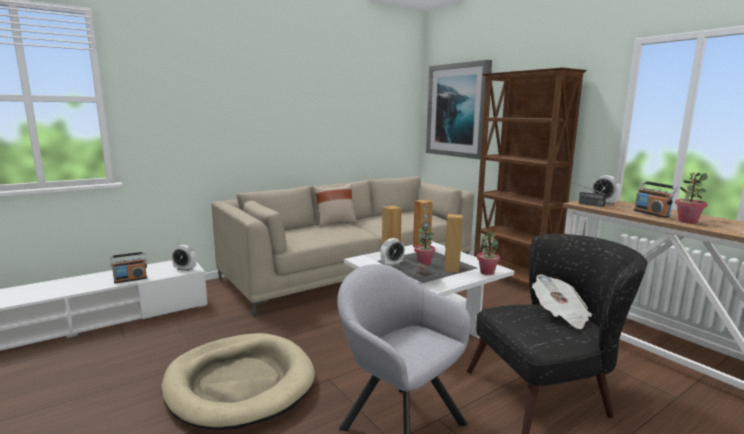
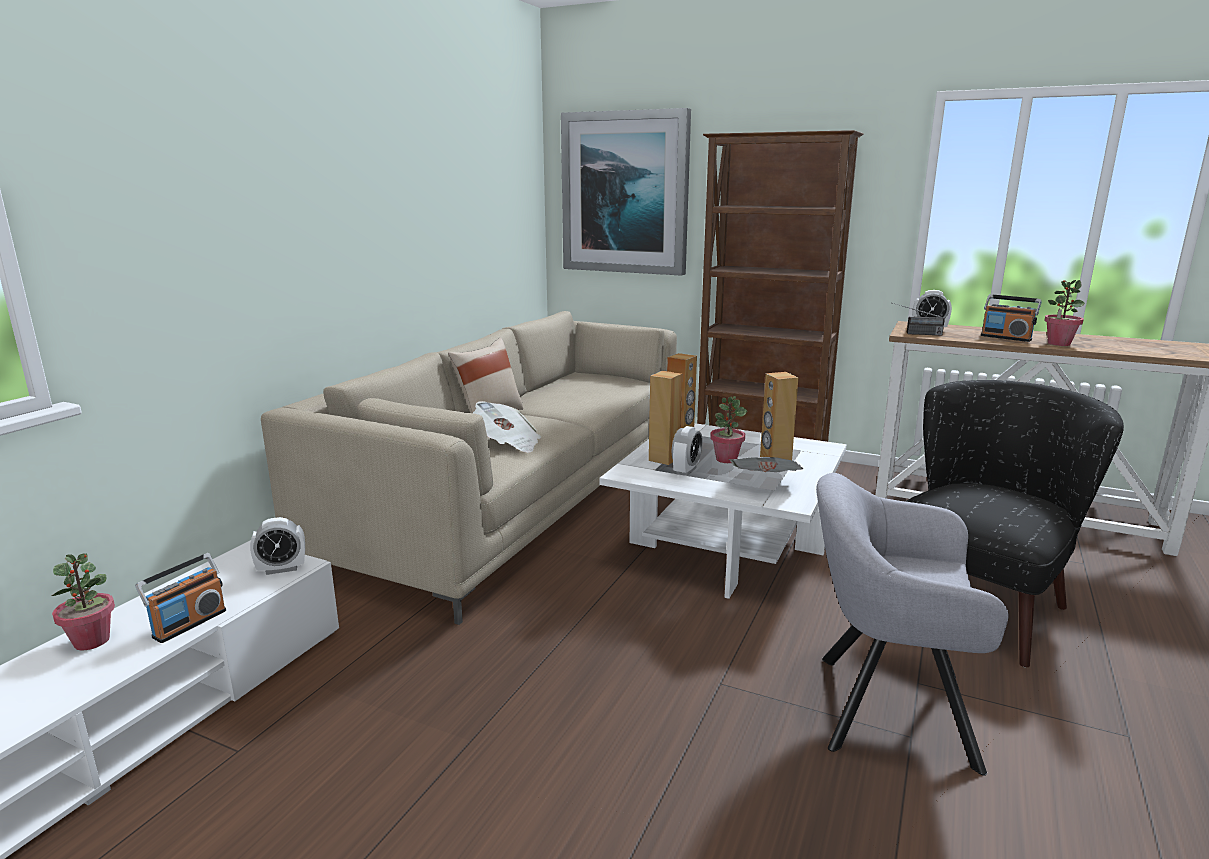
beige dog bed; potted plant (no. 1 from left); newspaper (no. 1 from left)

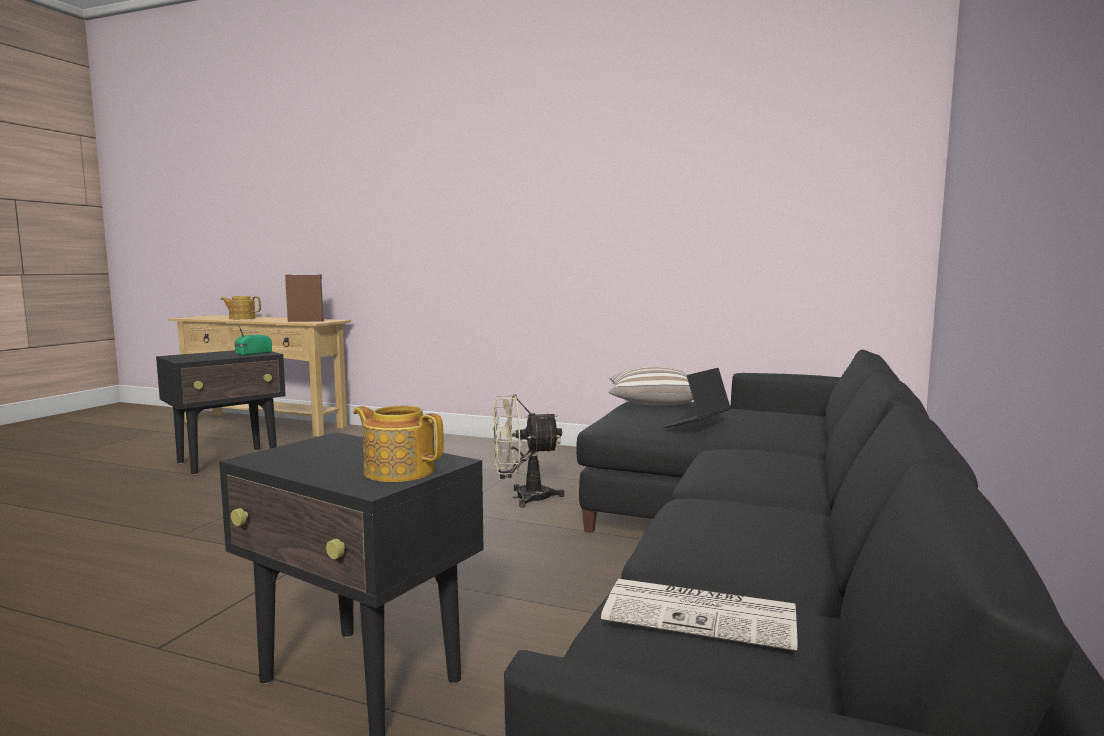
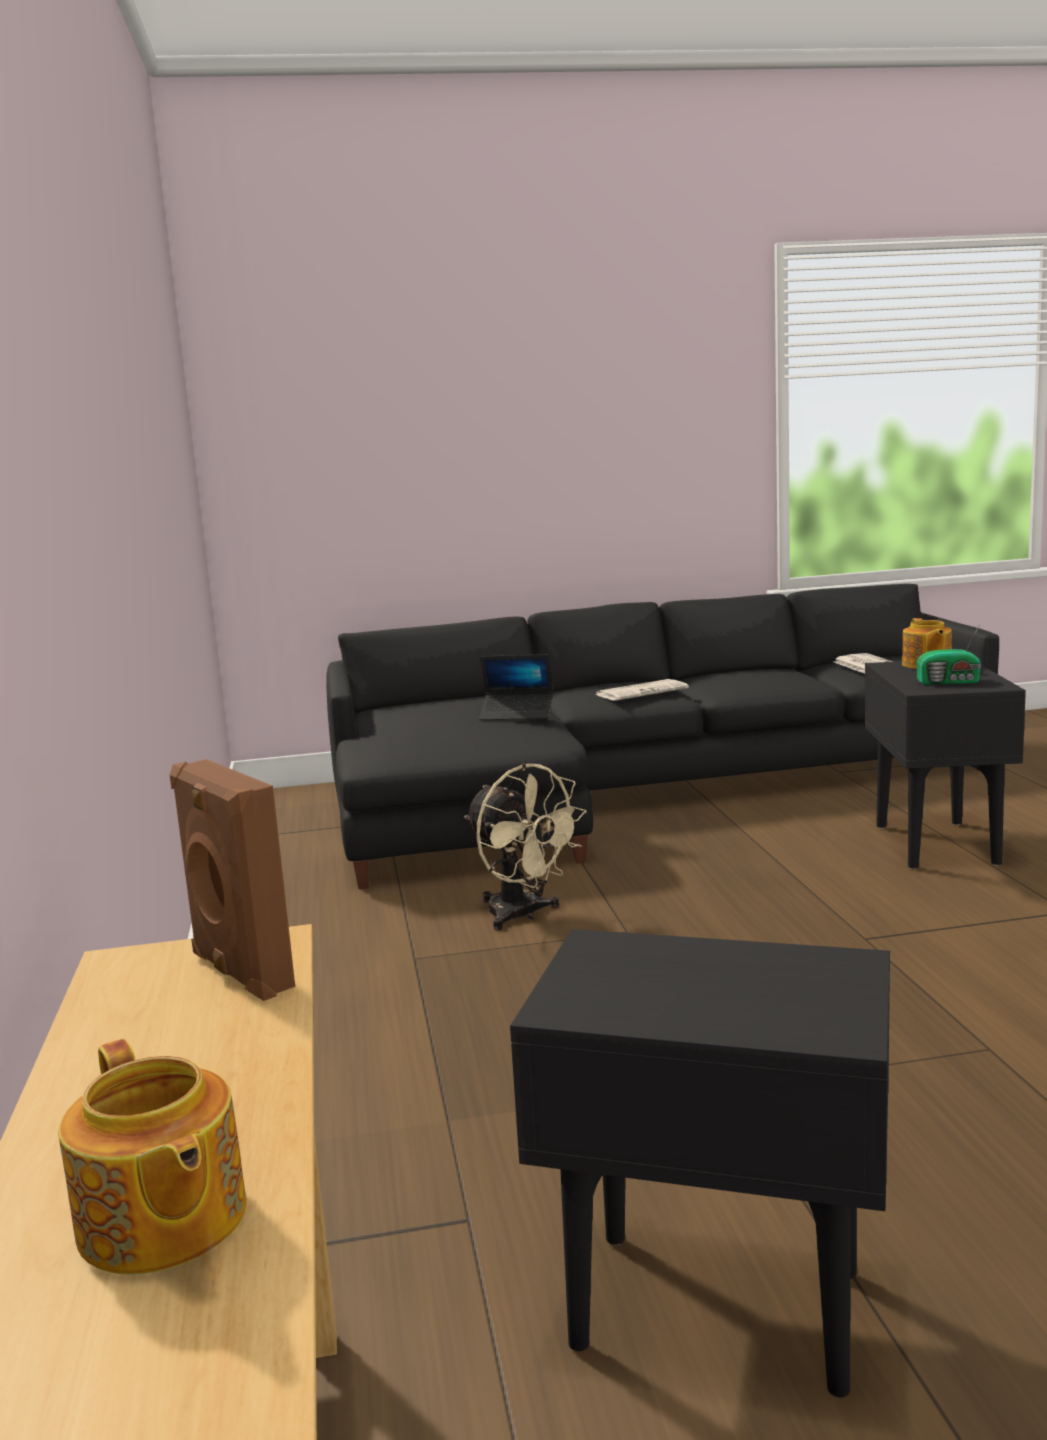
pillow; newspaper (no. 1 from left); radio

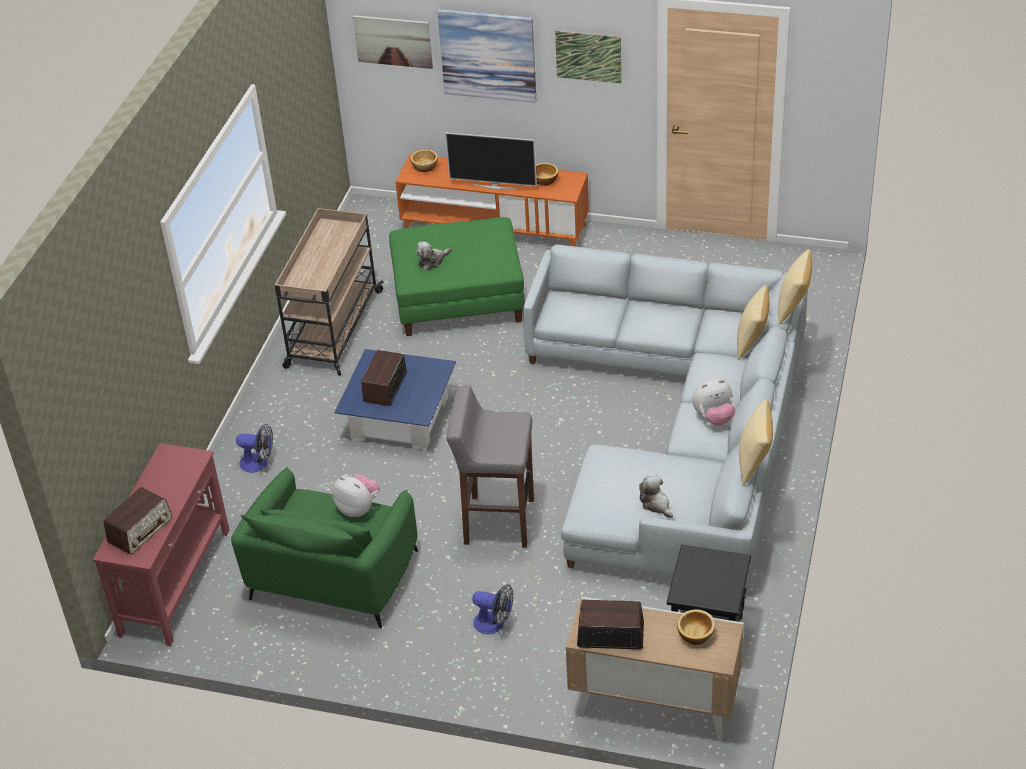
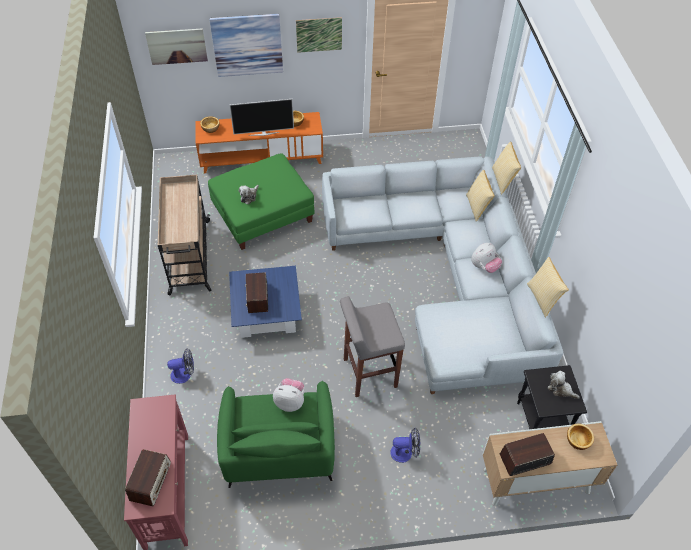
plush toy (no. 4 from left)

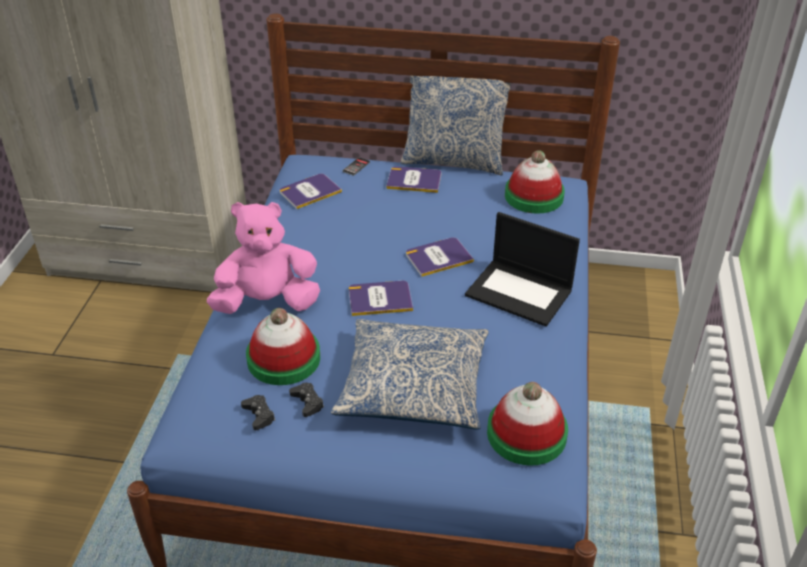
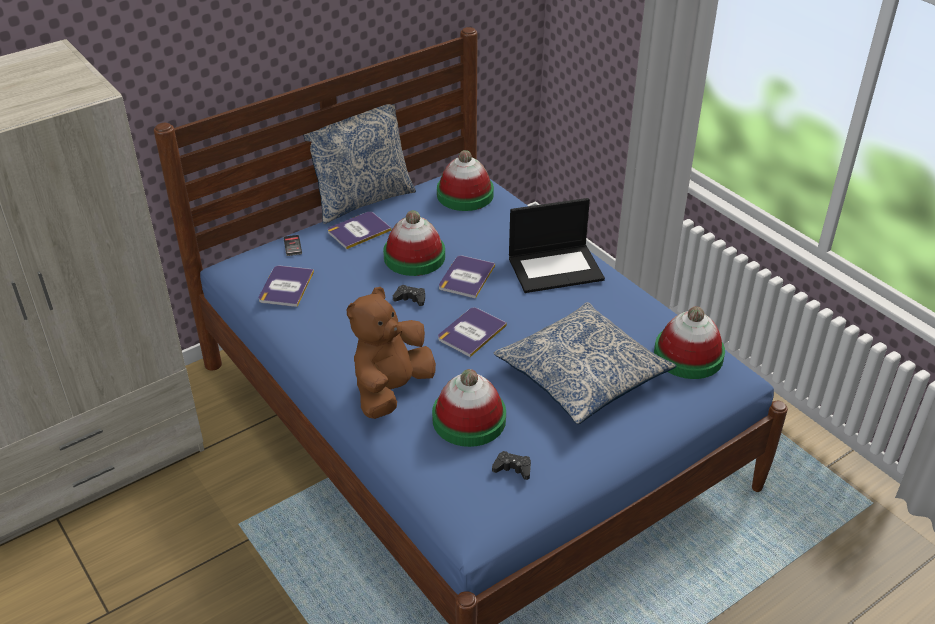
hat (no. 1 from left); black game controller (no. 1 from left); brown plush toy

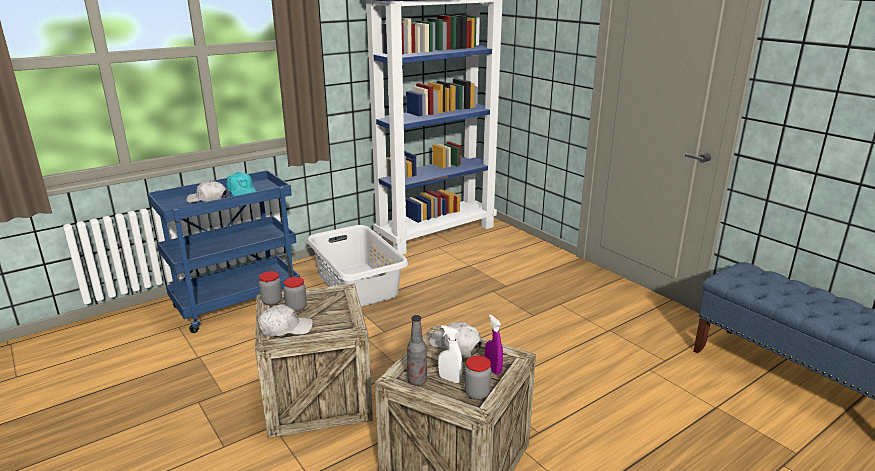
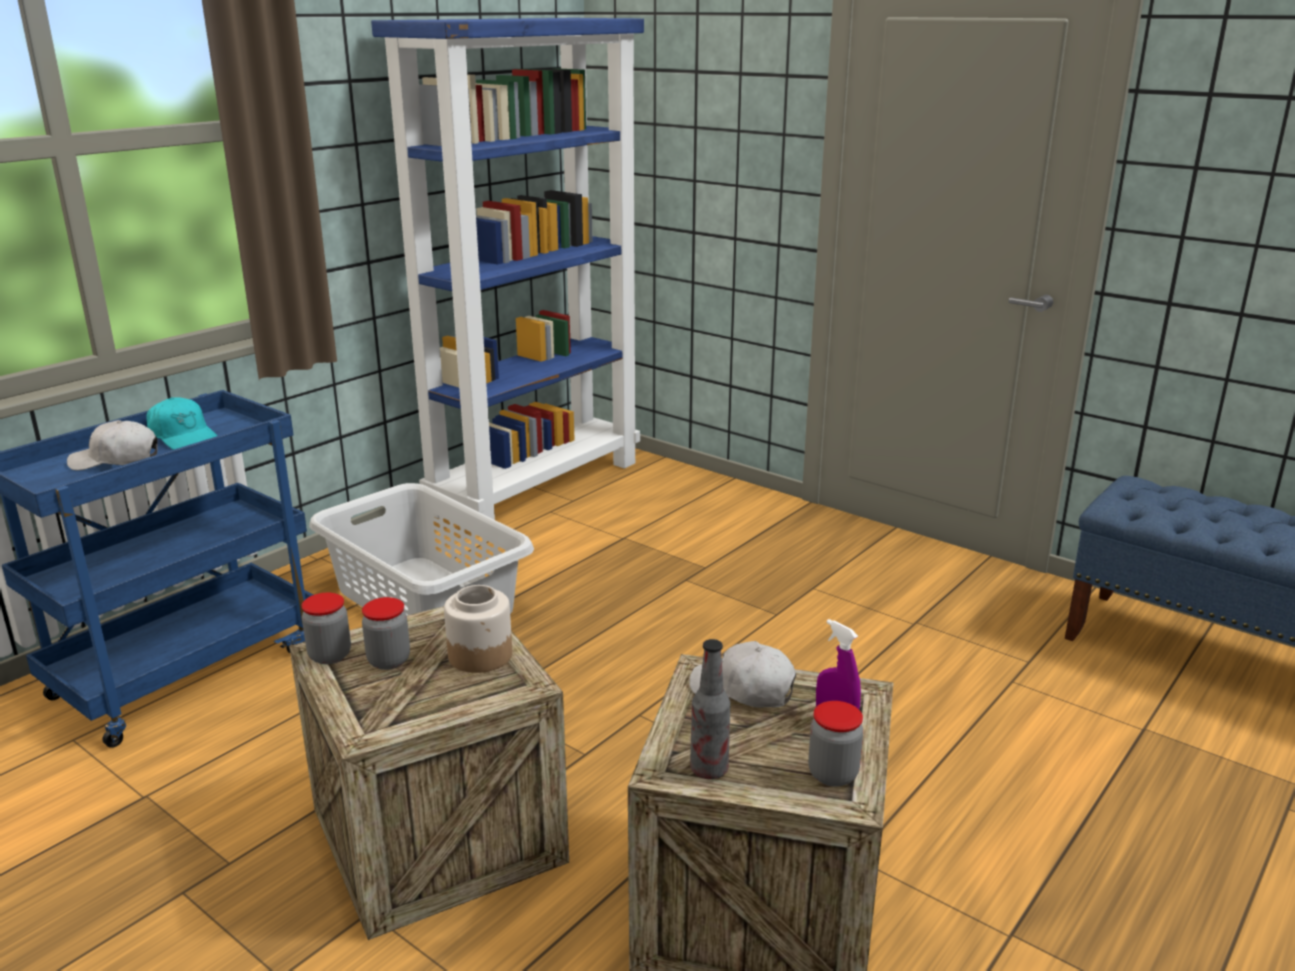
white cap (no. 2 from left in the first image); white spray bottle; jar (no. 3 from left)

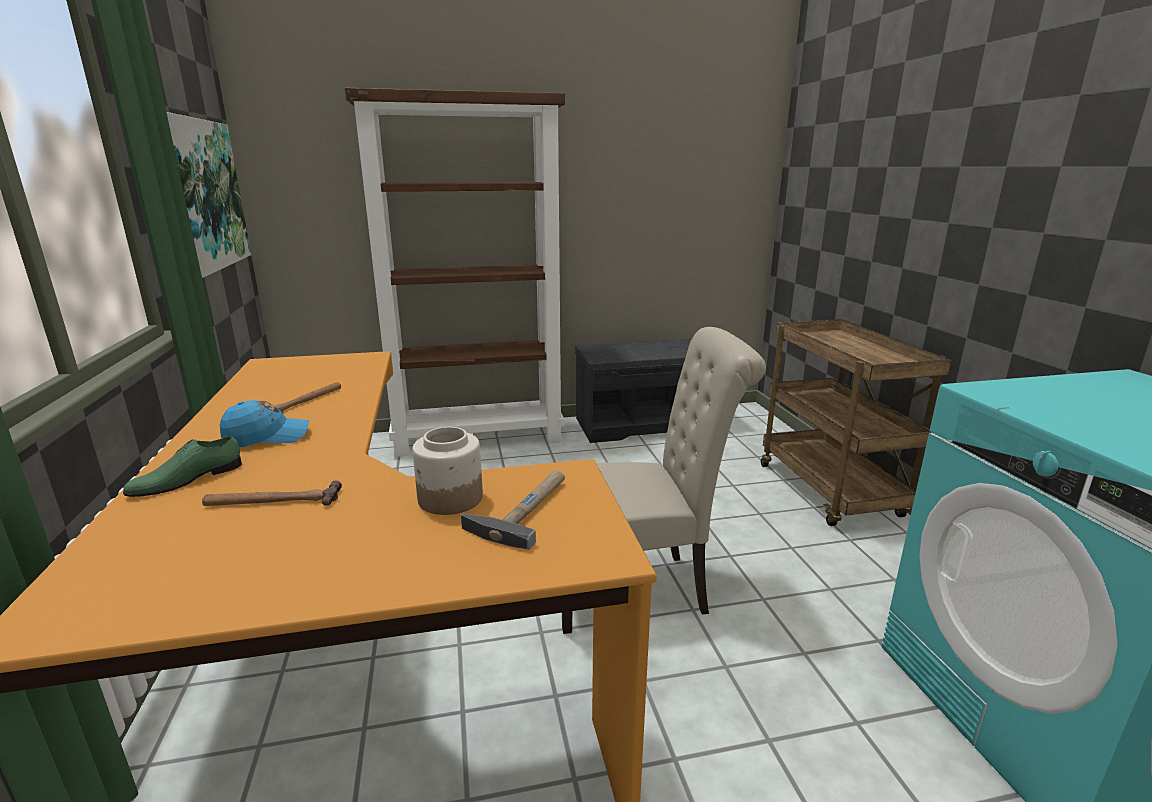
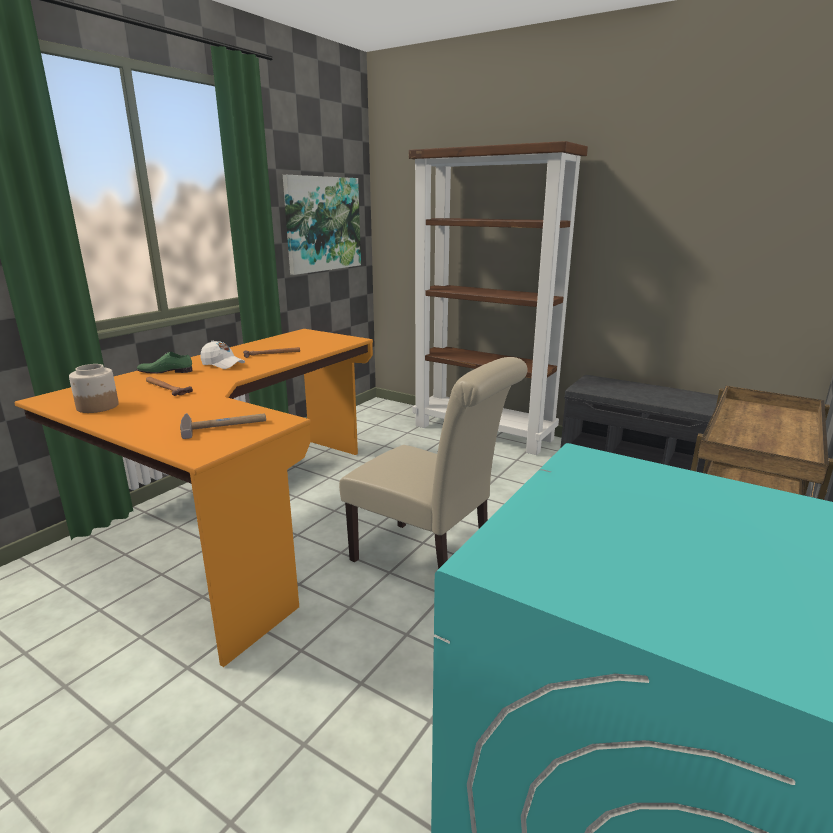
jar; white cap

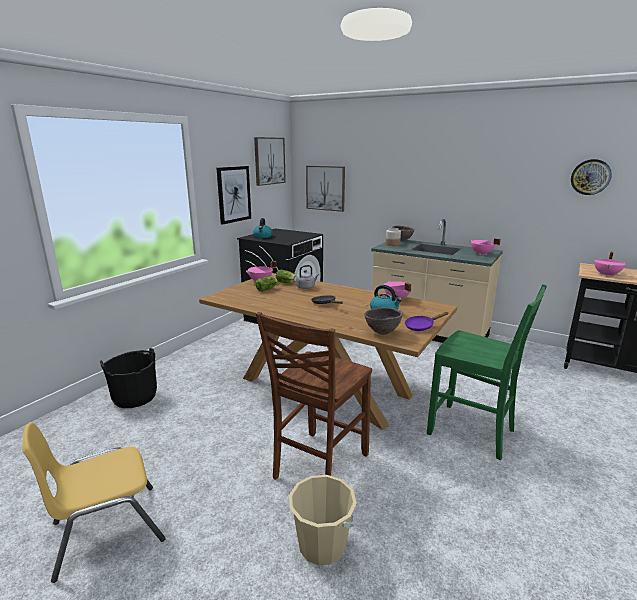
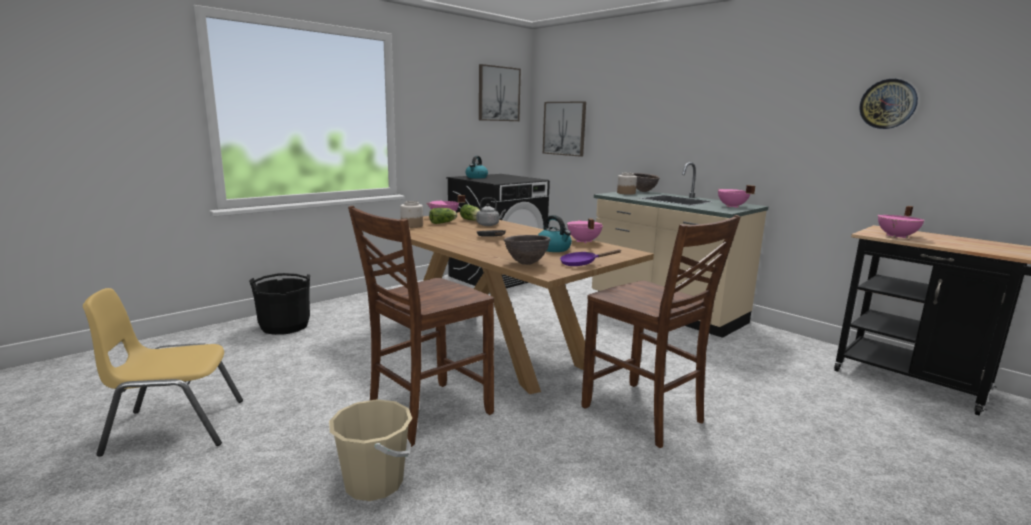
picture (no. 1 from left in the first image); jar (no. 1 from left); brown chair (no. 2 from left)

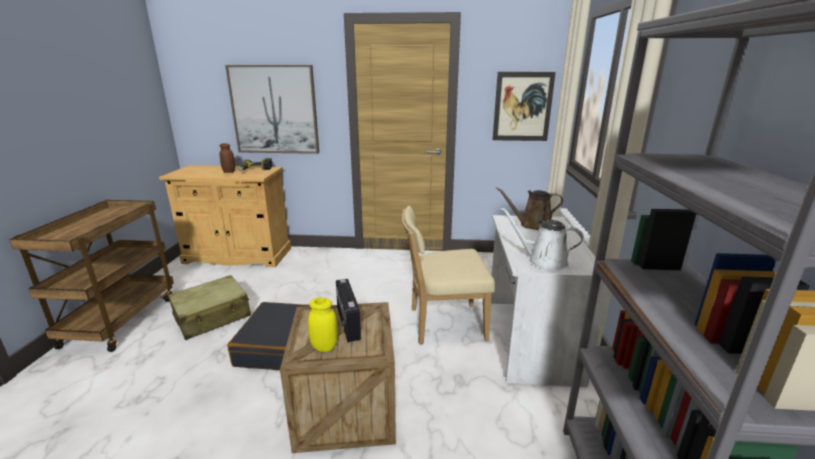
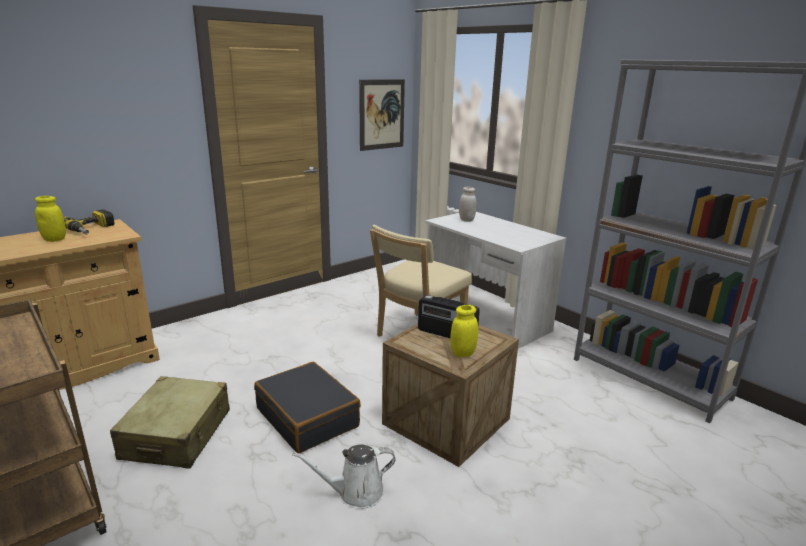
picture (no. 1 from left in the first image); white watering can; white jar; yellow jar (no. 1 from left)

